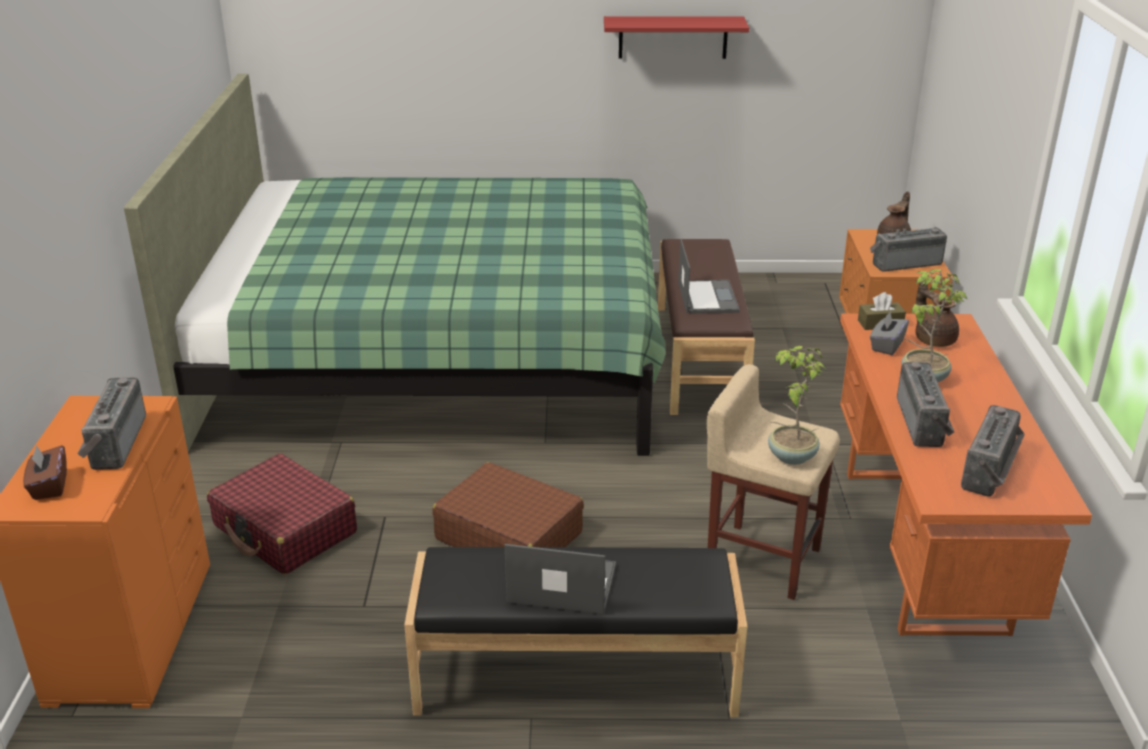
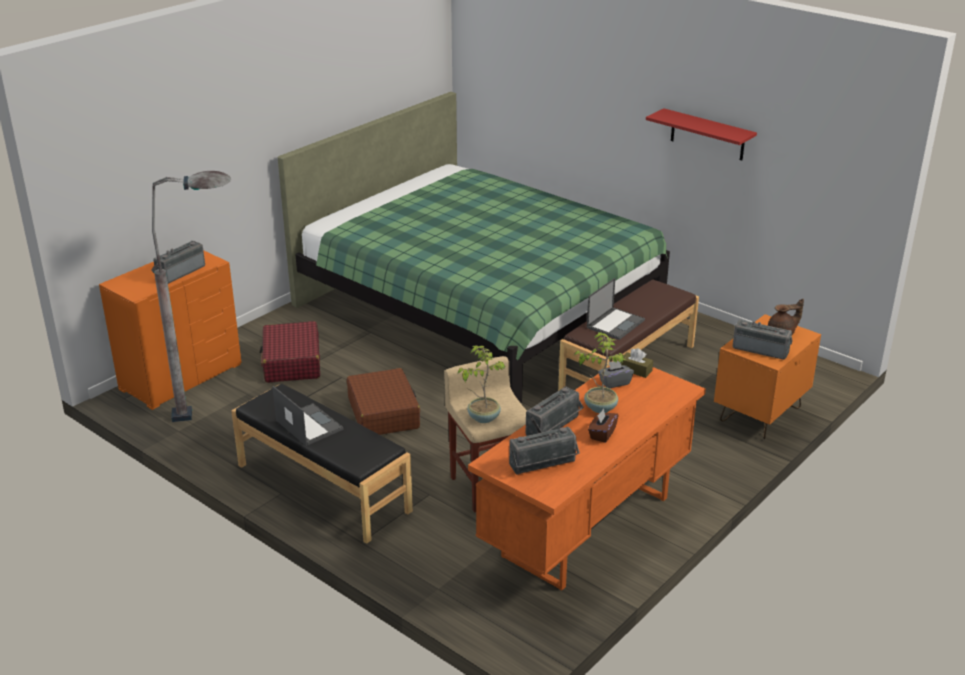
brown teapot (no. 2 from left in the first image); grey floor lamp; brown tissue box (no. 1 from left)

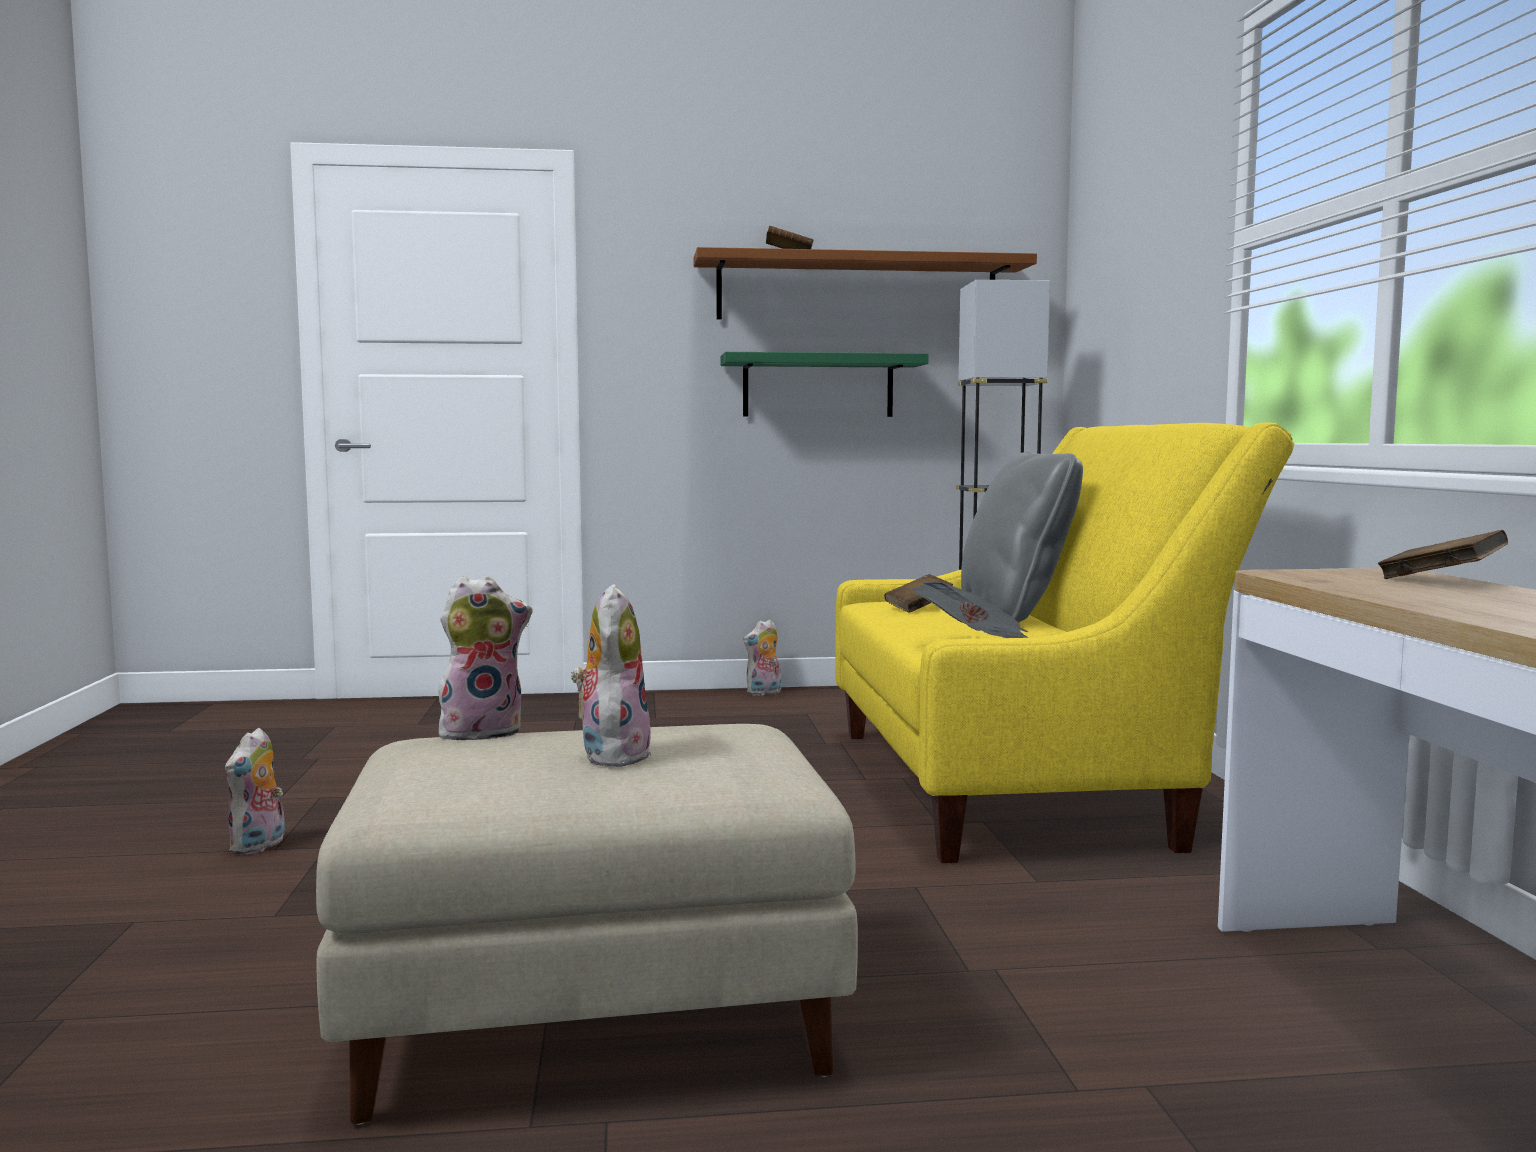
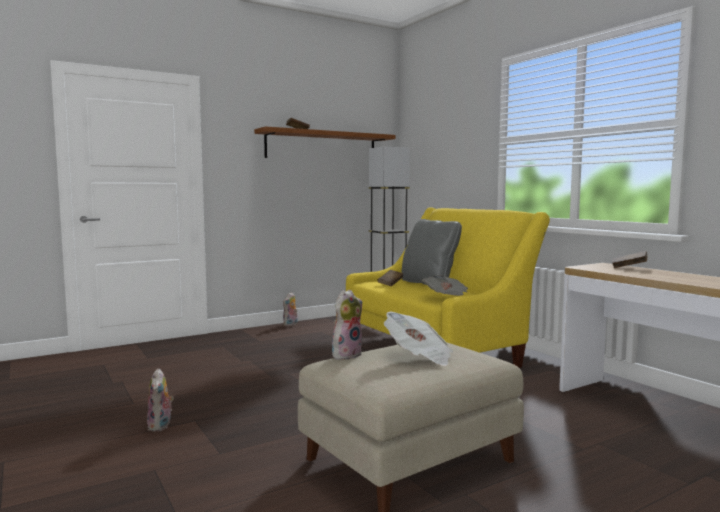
green shelf; newspaper (no. 1 from left)

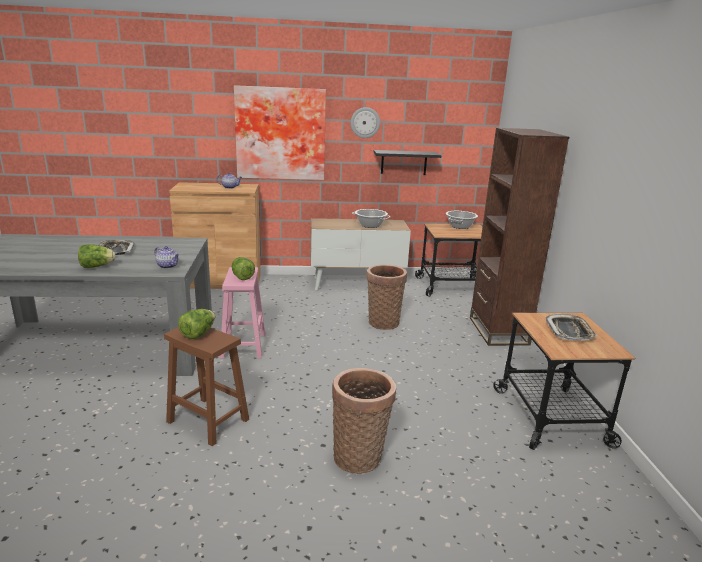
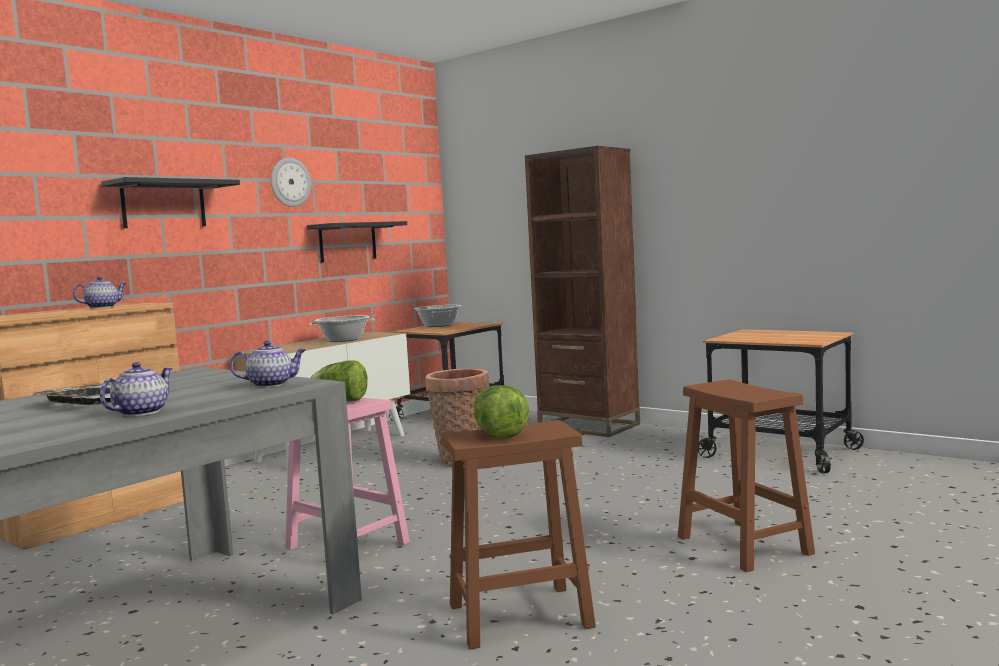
tray (no. 2 from left in the first image); teapot (no. 2 from left); black shelf (no. 1 from left); brown stool (no. 2 from left)

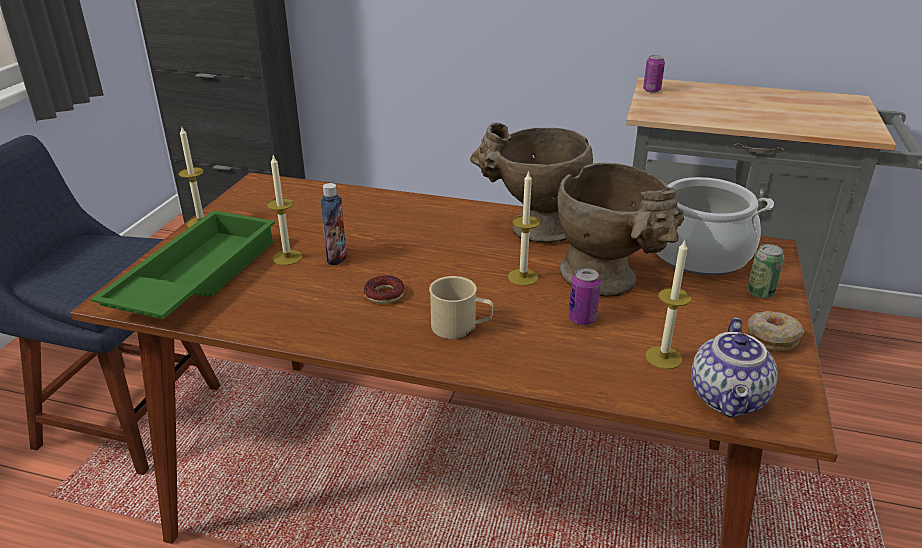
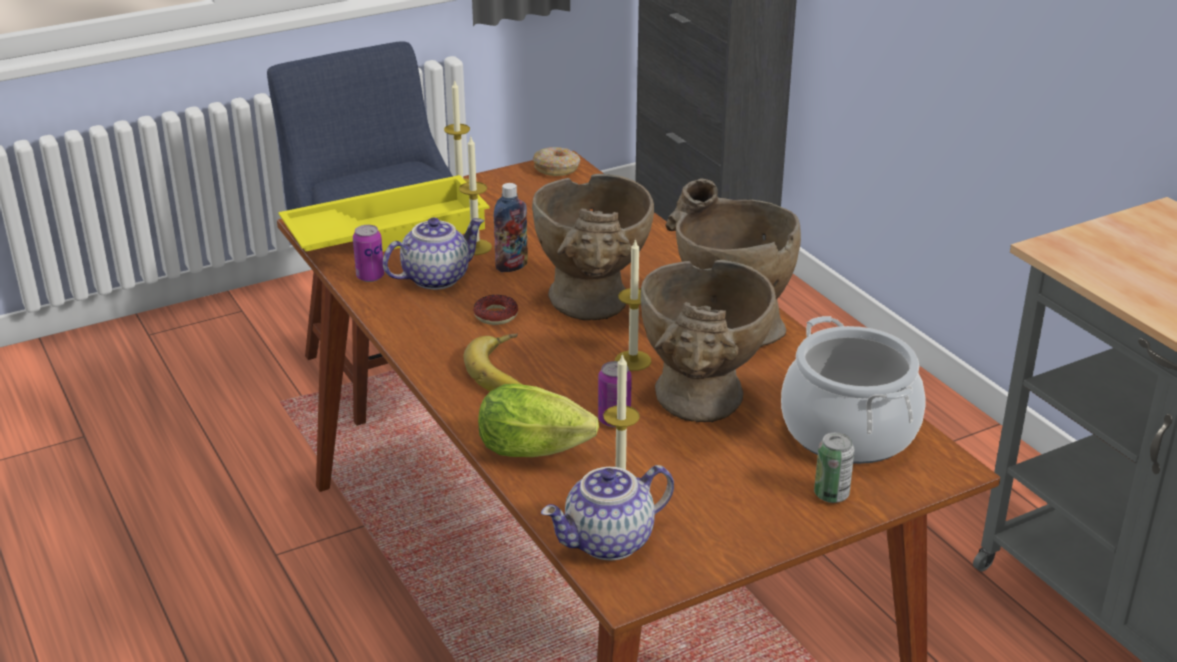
teapot (no. 1 from left); lettuce; beige vase (no. 1 from left); can (no. 1 from left); donut (no. 2 from left); banana; yellow tray

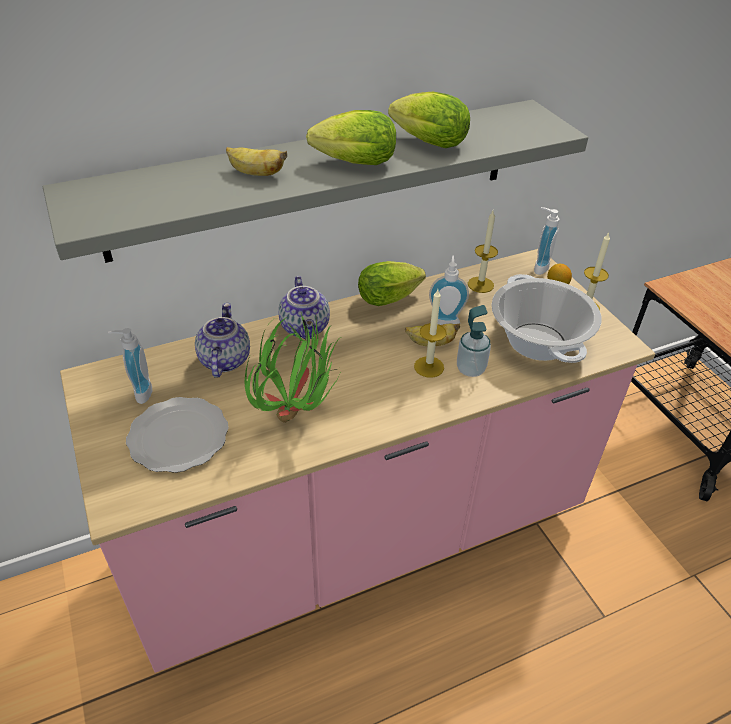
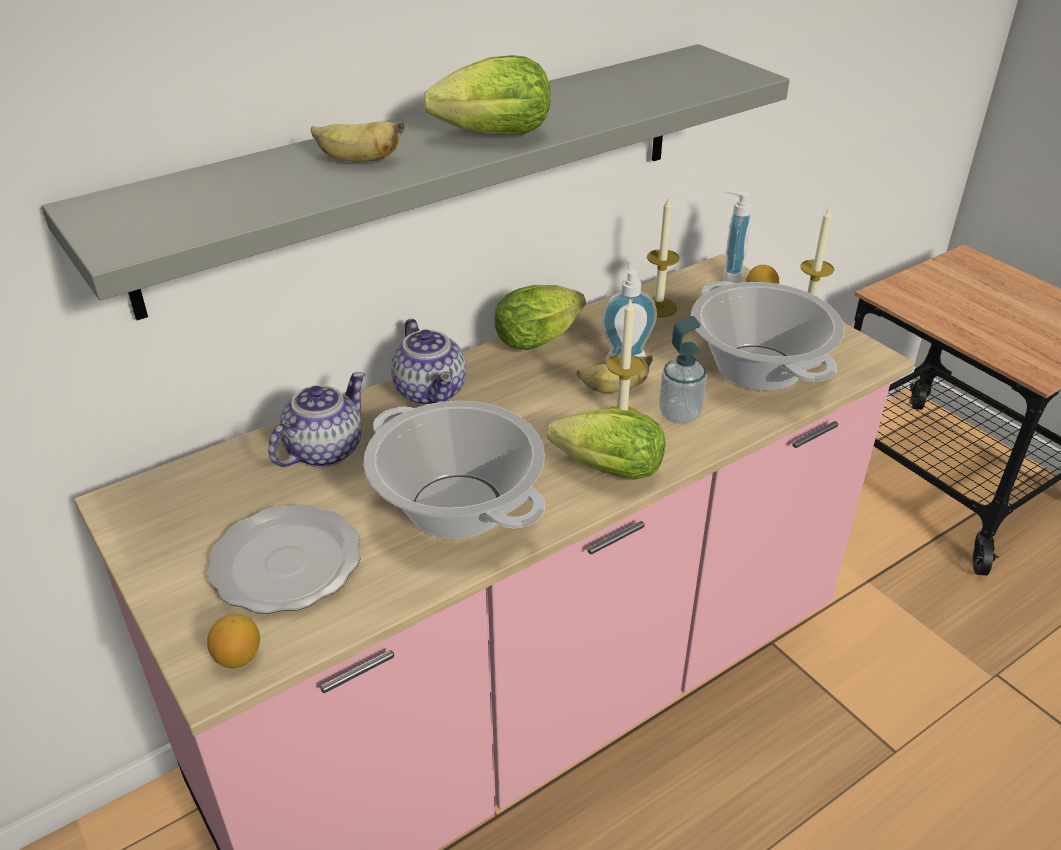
soap dispenser (no. 1 from left in the first image); lemon (no. 1 from left); lettuce (no. 3 from left); cooking pot (no. 1 from left); teapot (no. 1 from left)

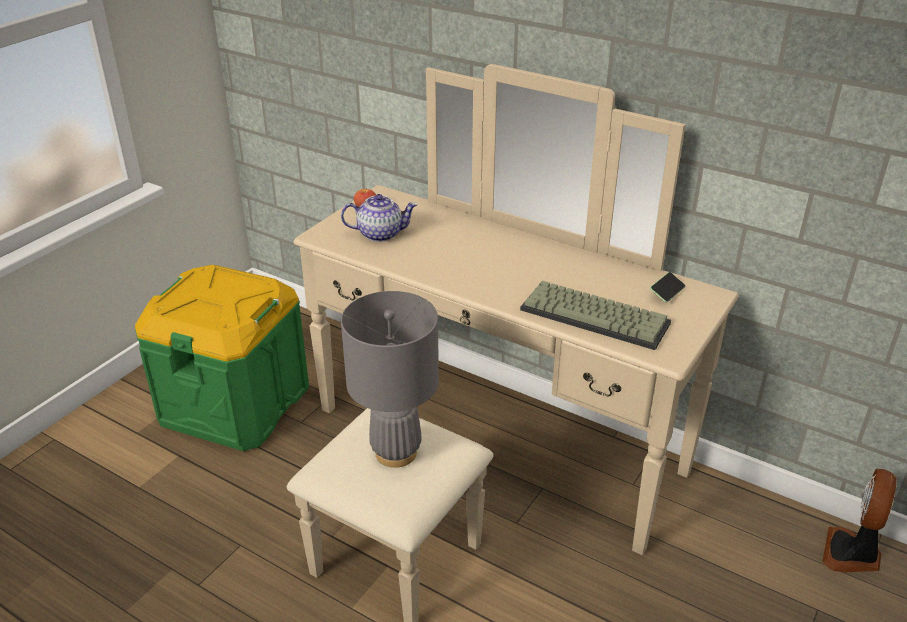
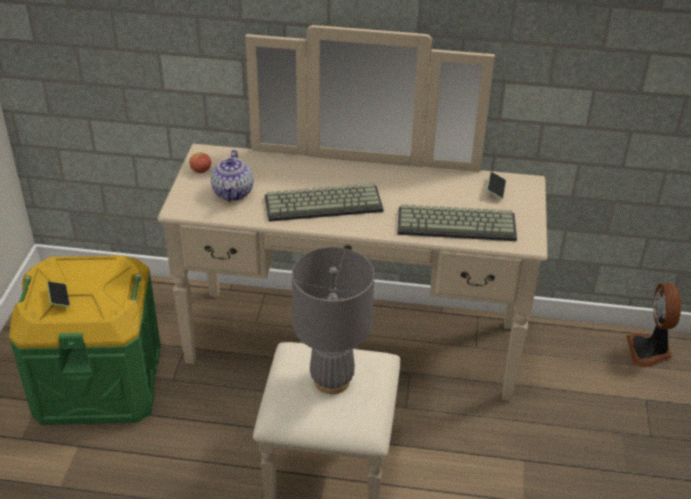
phone (no. 1 from left); keyboard (no. 1 from left); teapot

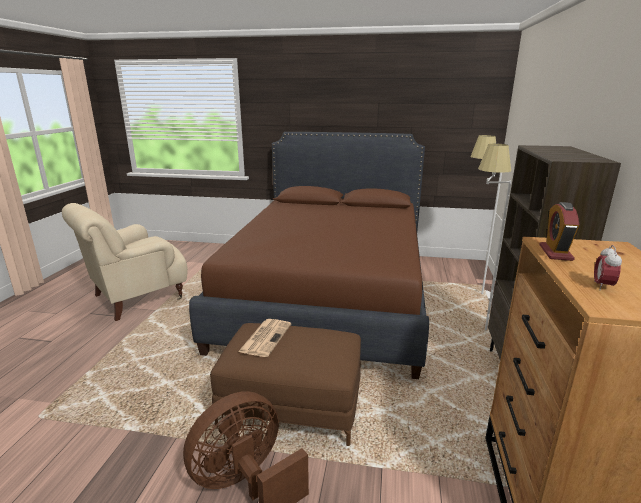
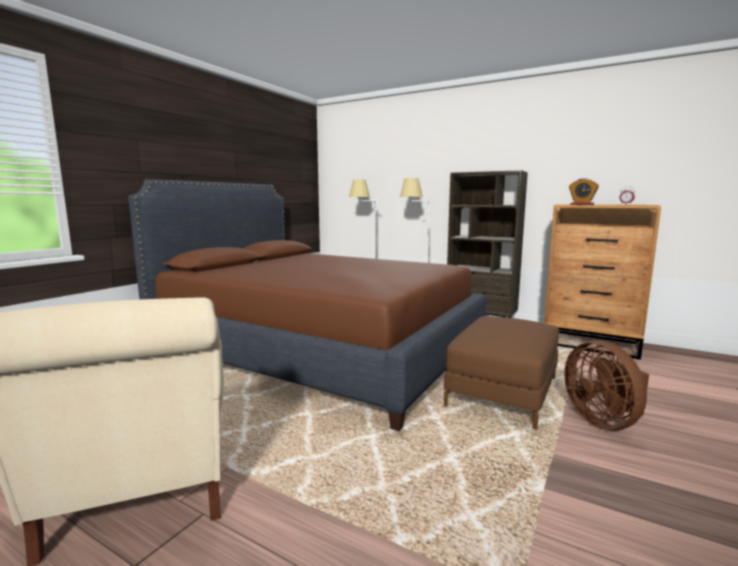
newspaper

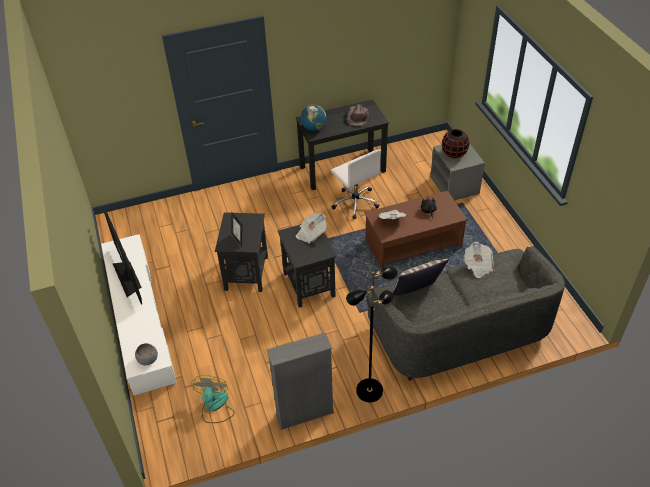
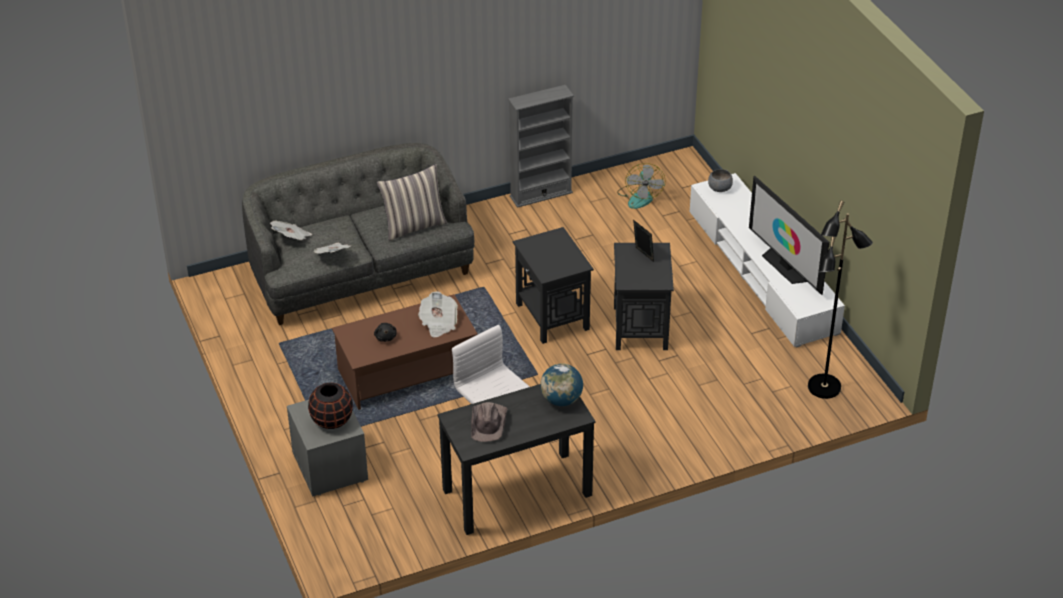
newspaper (no. 1 from left); black floor lamp

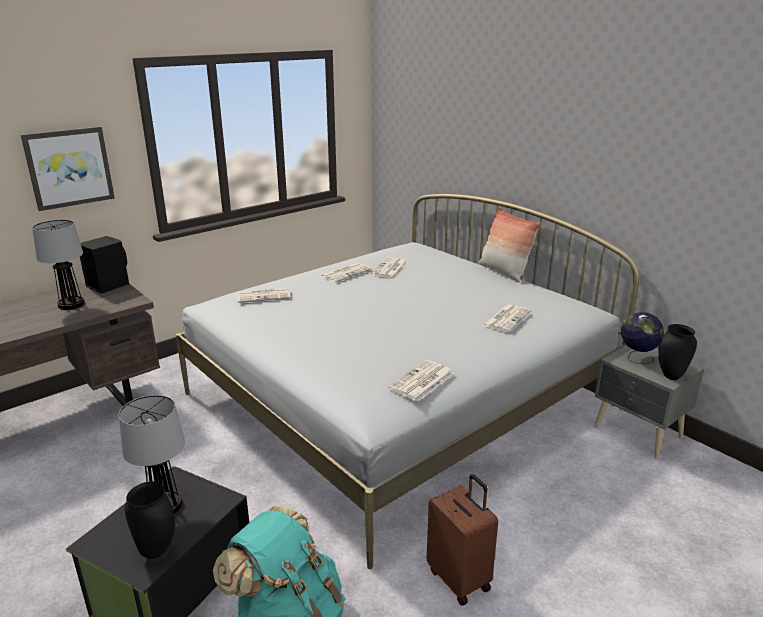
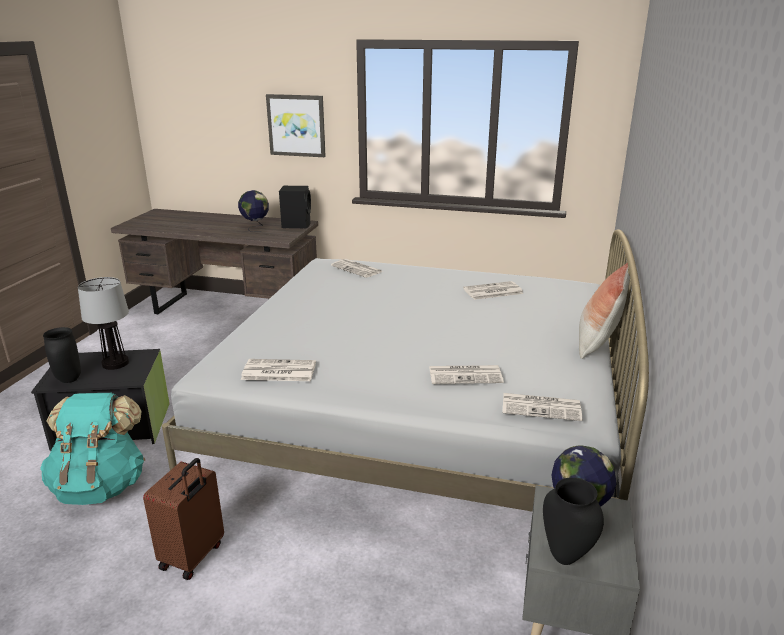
newspaper (no. 5 from left); globe (no. 1 from left)

